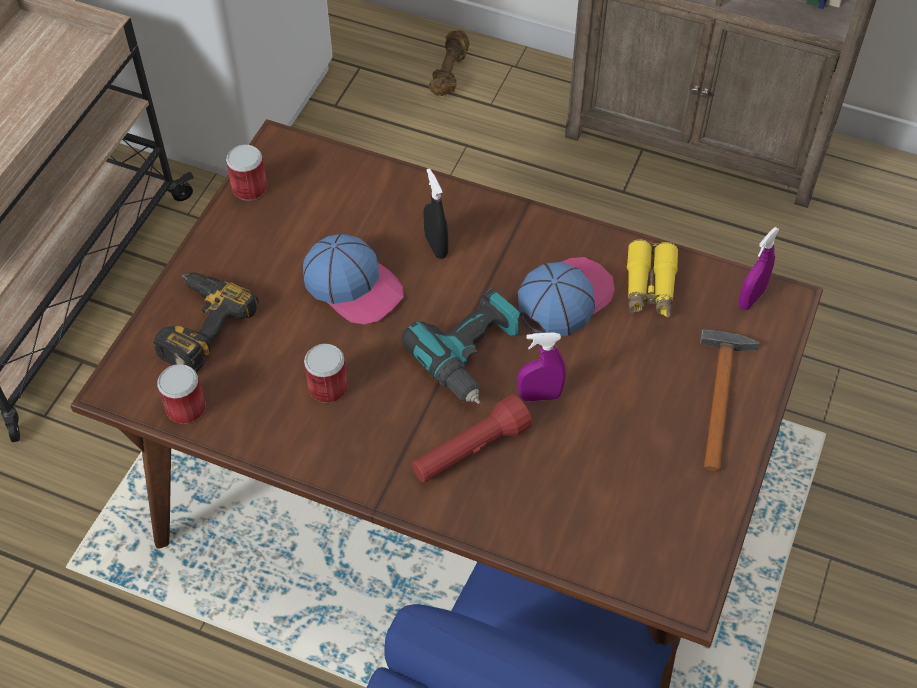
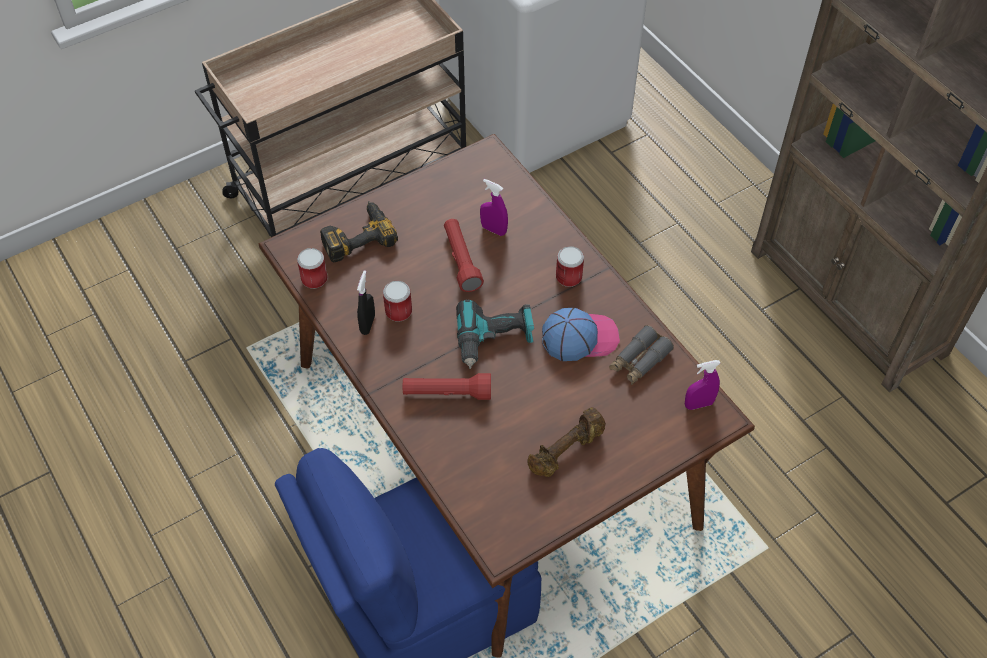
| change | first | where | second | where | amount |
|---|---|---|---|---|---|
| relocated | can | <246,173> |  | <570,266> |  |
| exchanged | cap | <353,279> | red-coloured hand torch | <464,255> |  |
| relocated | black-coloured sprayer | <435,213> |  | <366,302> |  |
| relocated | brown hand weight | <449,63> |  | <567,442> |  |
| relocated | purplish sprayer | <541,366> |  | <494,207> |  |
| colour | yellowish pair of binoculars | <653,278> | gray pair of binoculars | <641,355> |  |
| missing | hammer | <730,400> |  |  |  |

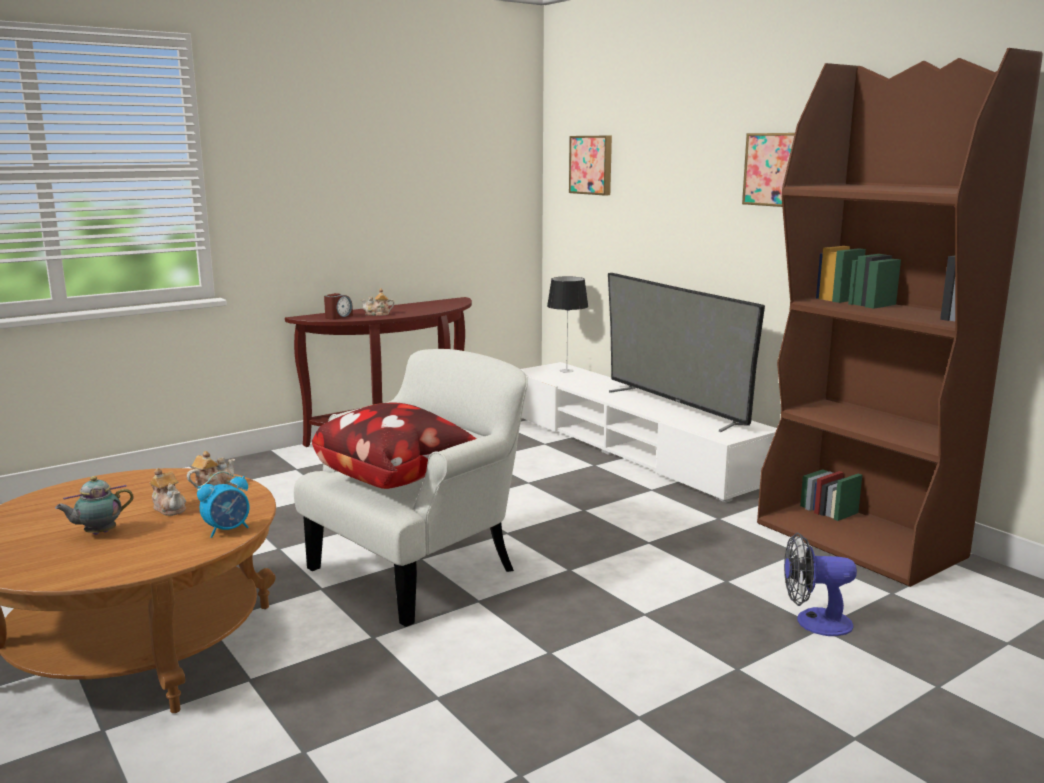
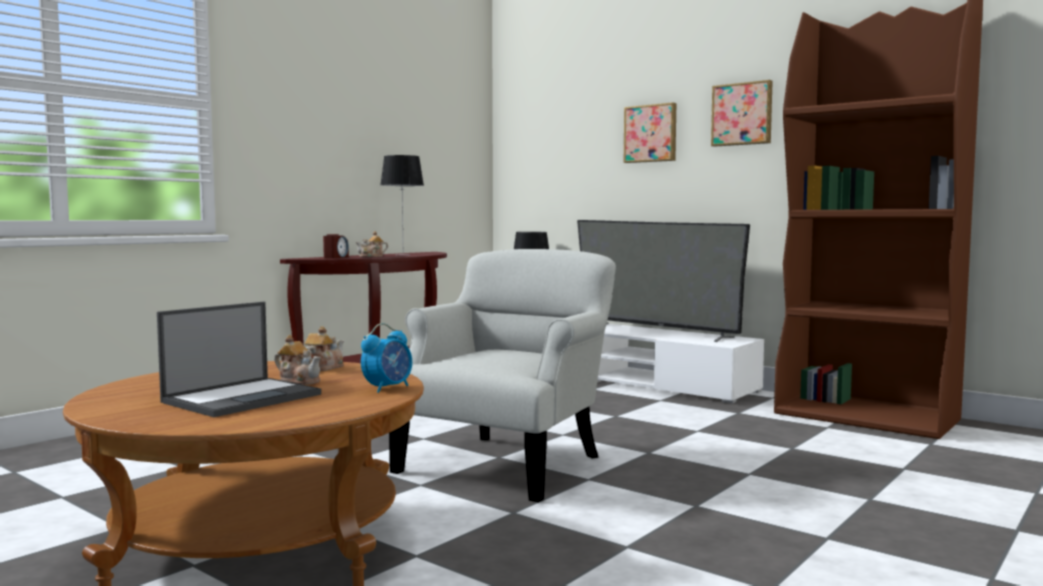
| change | first | where | second | where | amount |
|---|---|---|---|---|---|
| exchanged | pot for tea | <94,505> | portable computer | <239,359> |  |
| missing | cushion | <394,446> |  |  |  |
| relocated | wall art | <590,165> |  | <650,132> |  |
| missing | cooling fan | <820,584> |  |  |  |
| appeared |  |  | tabletop lamp | <402,195> |  |

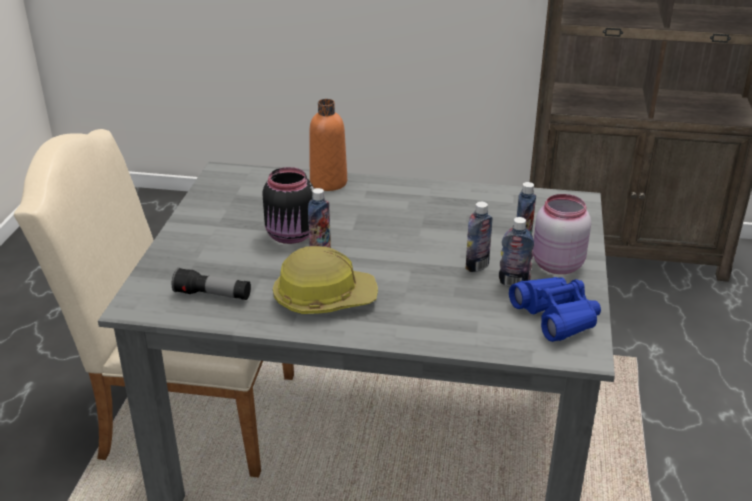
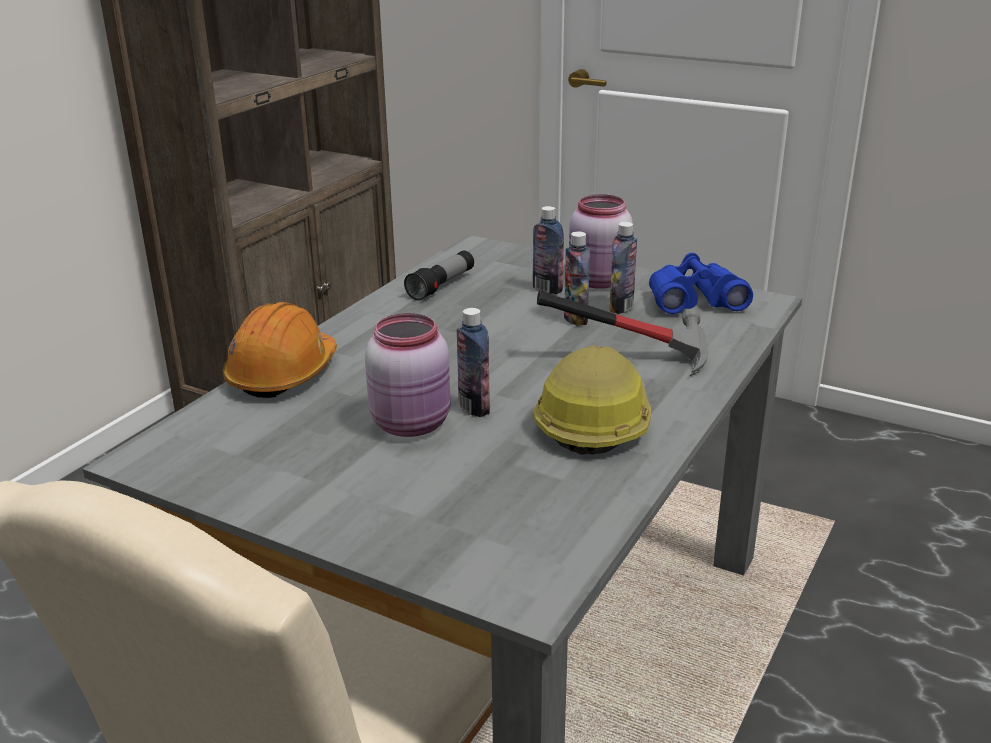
| change | first | where | second | where | amount |
|---|---|---|---|---|---|
| relocated | hand torch | <211,284> |  | <439,275> |  |
| colour | black-coloured storage jar | <288,205> | pink storage jar | <407,375> |  |
| exchanged | orangey bottle | <328,145> | orangey safety helmet | <280,350> |  |
| appeared |  |  | hammer | <622,333> |  |

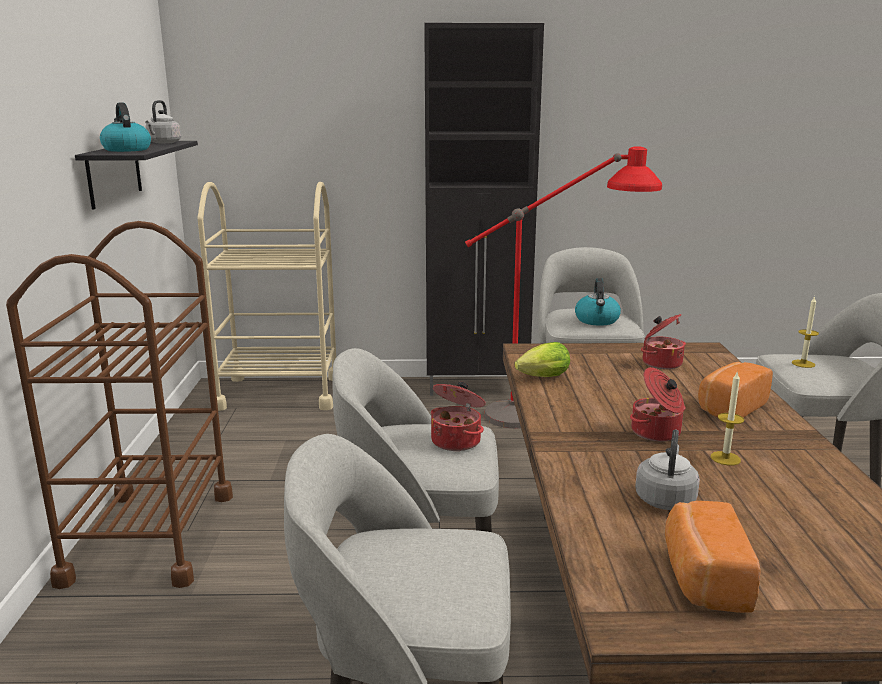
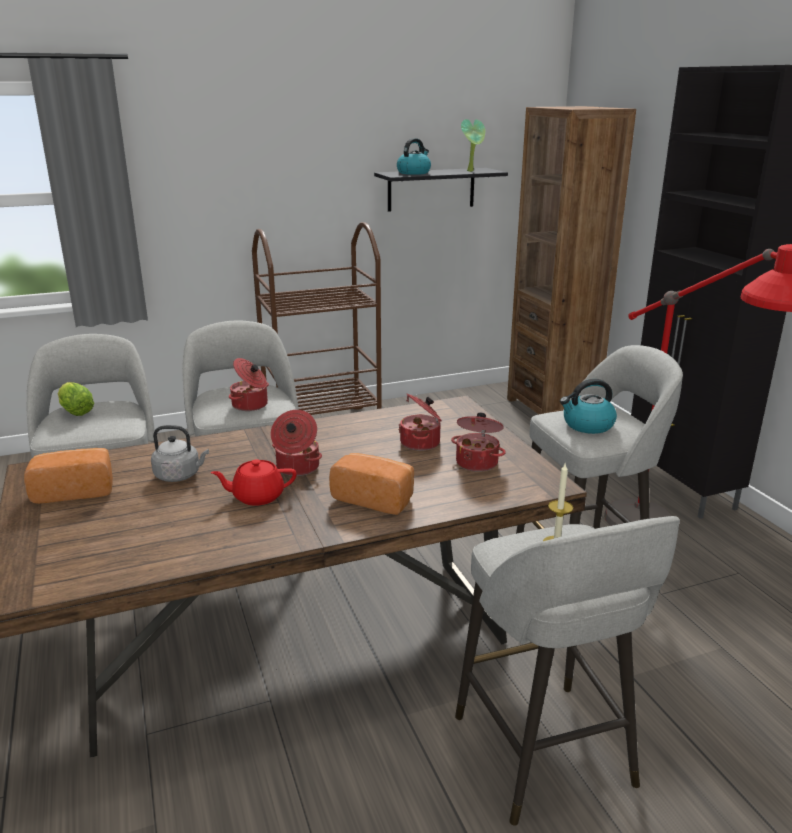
| change | first | where | second | where | amount |
|---|---|---|---|---|---|
| exchanged | gray water kettle | <163,122> | potted plant | <473,145> |  |
| exchanged | beige-coloured trolley | <266,296> | brown bookshelf | <571,260> |  |
| relocated | lettuce | <542,359> |  | <76,399> |  |
| exchanged | wax light | <727,418> | red-coloured pot for tea | <253,482> |  |
| appeared |  |  | saucepot | <420,422> |  |

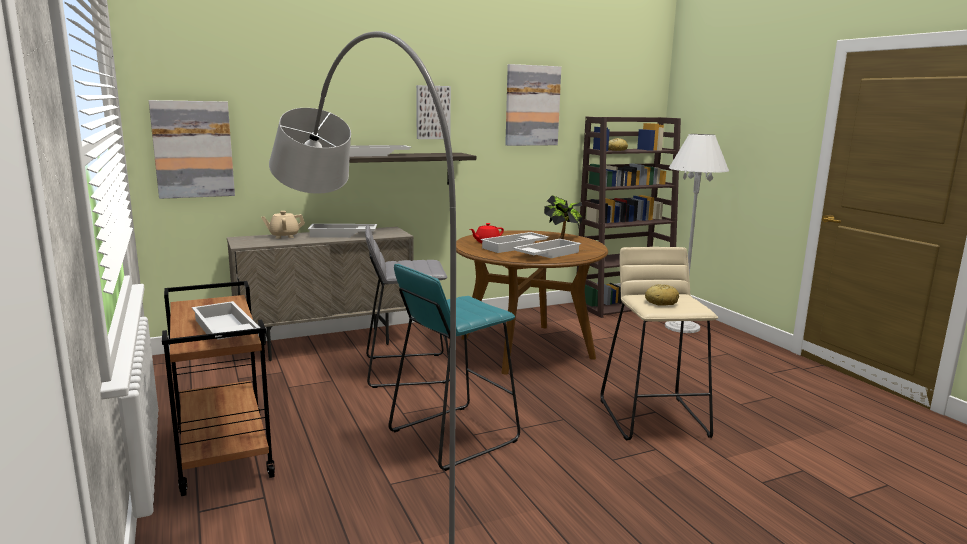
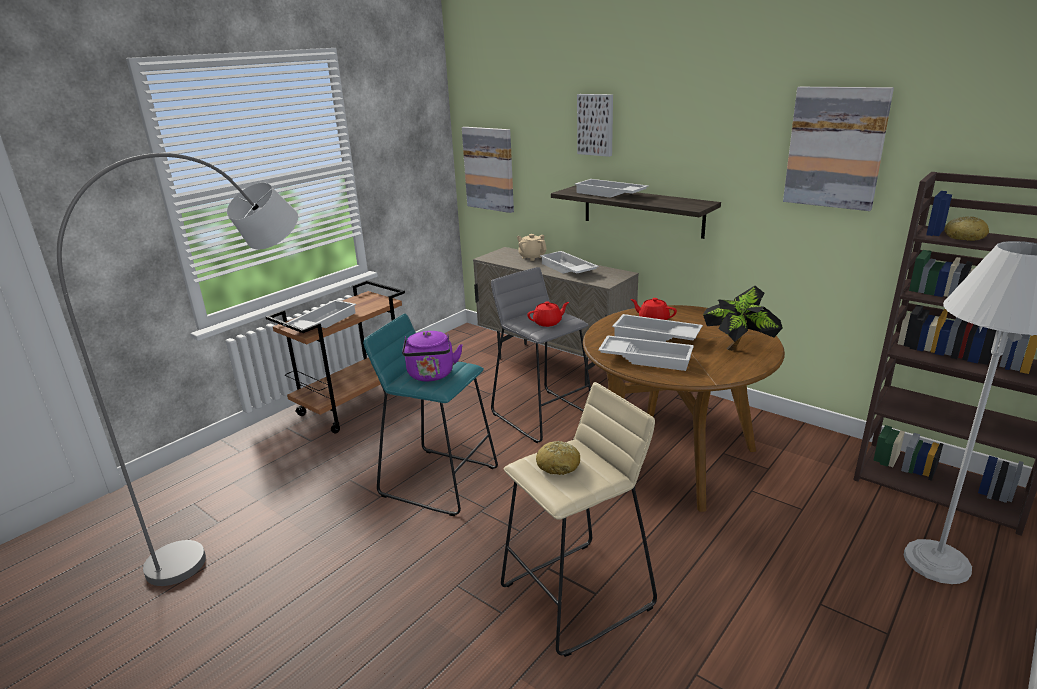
| change | first | where | second | where | amount |
|---|---|---|---|---|---|
| relocated | wall art | <433,112> |  | <595,125> |  |
| appeared |  |  | purplish water kettle | <432,356> |  |
| appeared |  |  | red-coloured pot for tea | <548,314> |  |

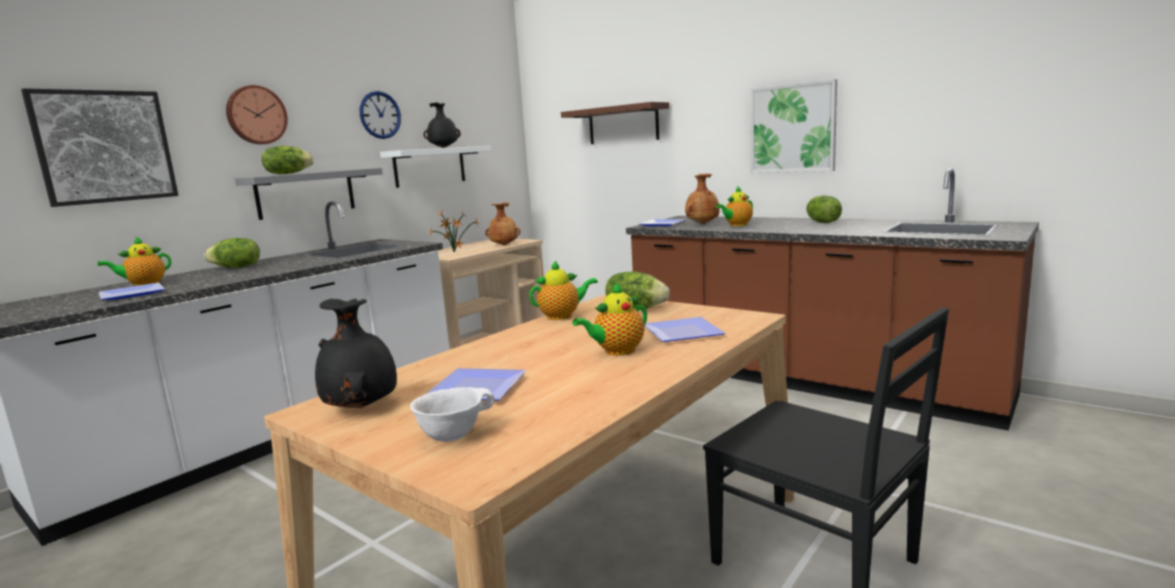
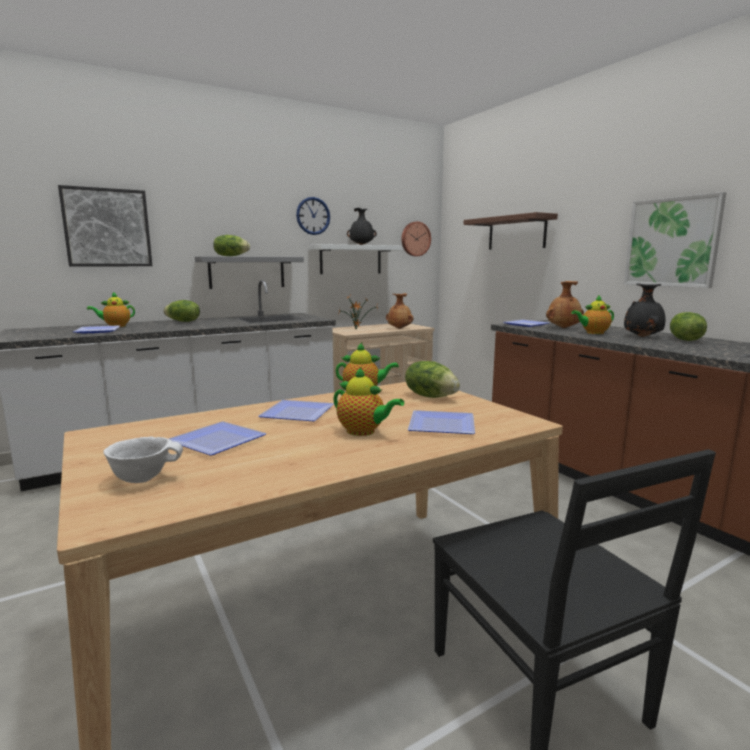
| change | first | where | second | where | amount |
|---|---|---|---|---|---|
| relocated | clock on the wall | <257,114> |  | <416,238> |  |
| relocated | black-coloured vase | <356,353> |  | <645,310> |  |
| spun | pot for tea | <609,319> |  | <368,401> | 135 degrees counterclockwise |
| appeared |  |  | flat dish | <296,410> |  |

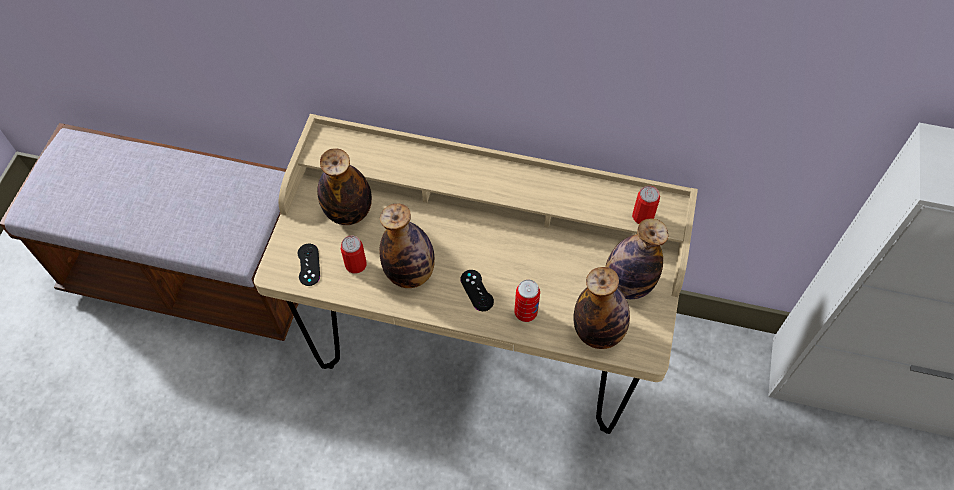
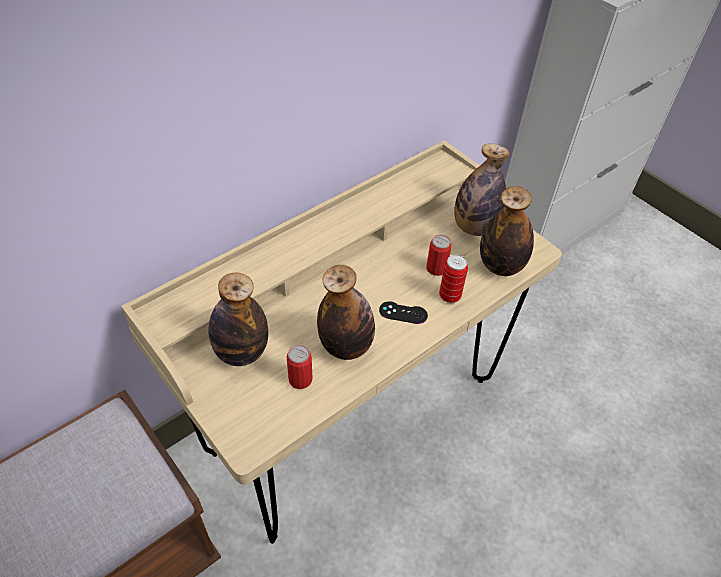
| change | first | where | second | where | amount |
|---|---|---|---|---|---|
| missing | black-coloured joypad | <308,265> |  |  |  |
| relocated | can | <646,205> |  | <438,255> |  |

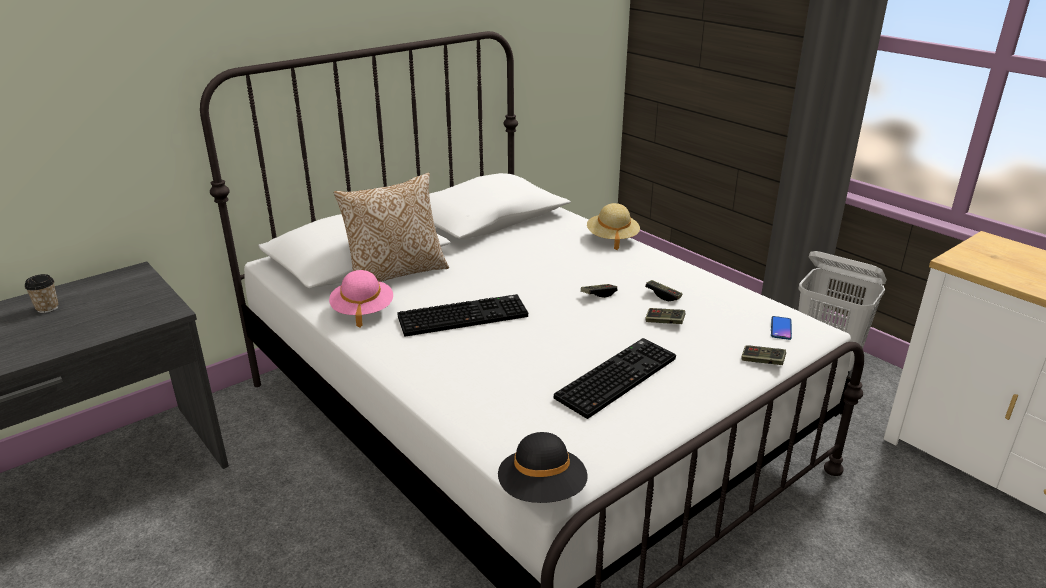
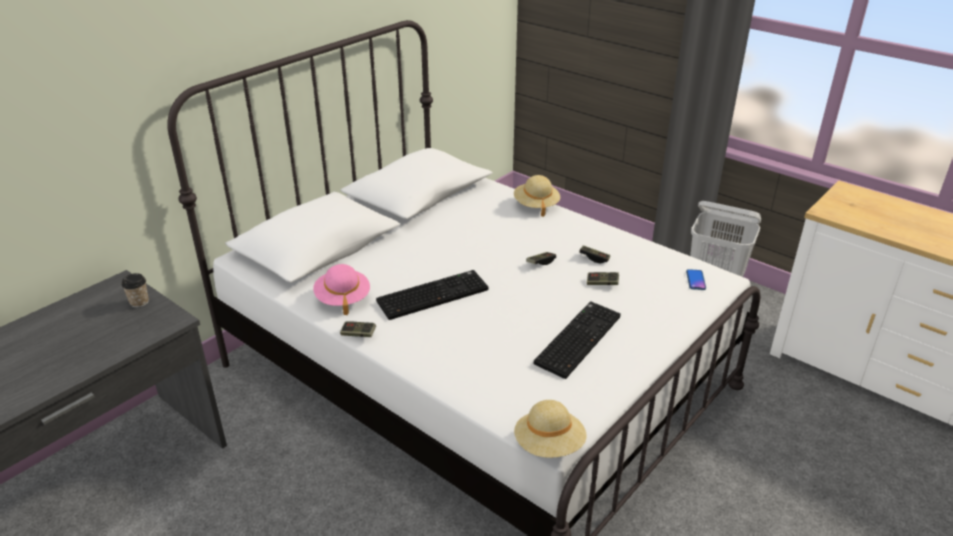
| change | first | where | second | where | amount |
|---|---|---|---|---|---|
| relocated | drinking cup | <41,293> |  | <135,290> |  |
| missing | cushion | <391,227> |  |  |  |
| colour | black-coloured wearable hat | <543,467> | beige-coloured wearable hat | <550,429> |  |
| relocated | joypad | <763,355> |  | <358,329> |  |

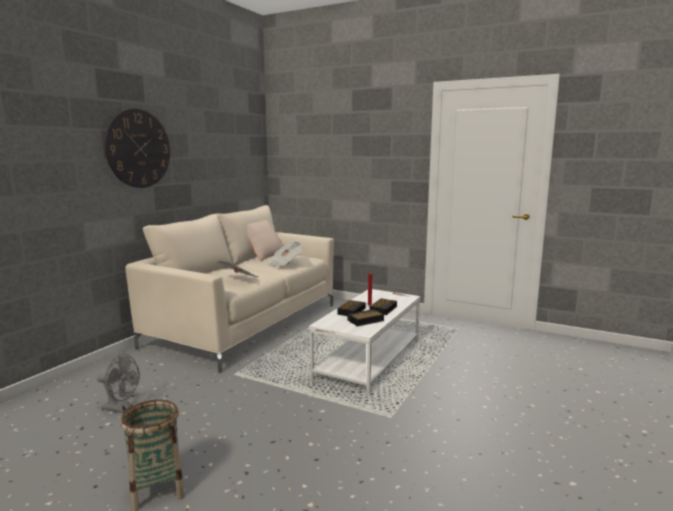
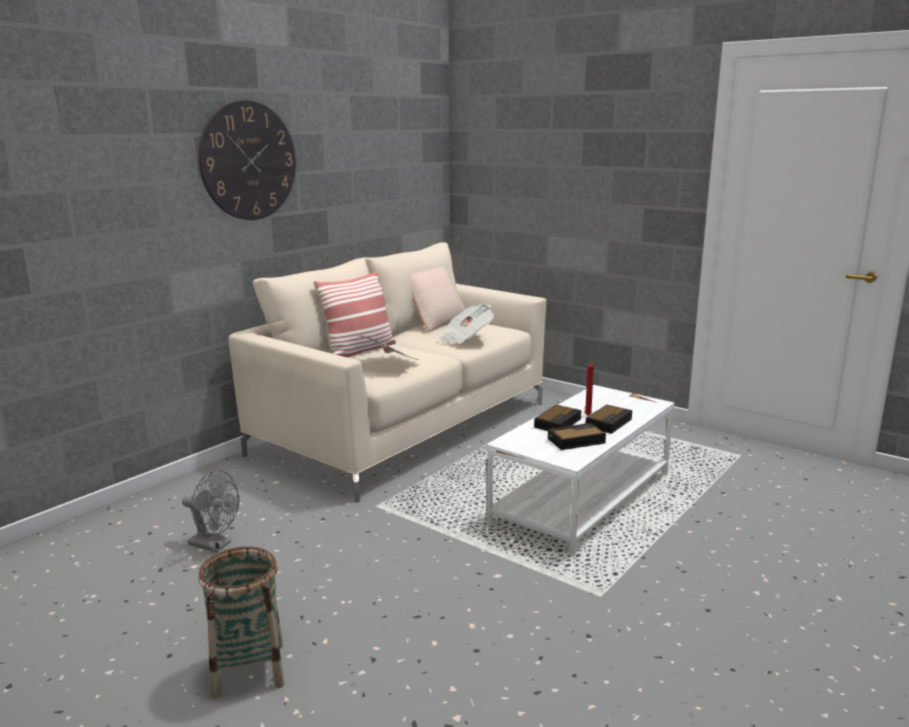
| change | first | where | second | where | amount |
|---|---|---|---|---|---|
| appeared |  |  | cushion | <354,314> |  |

